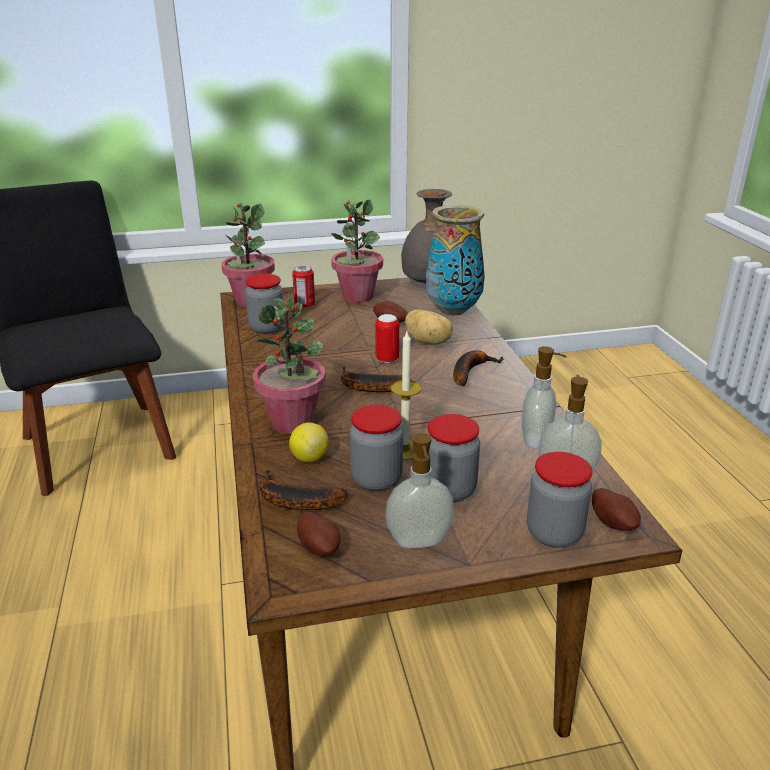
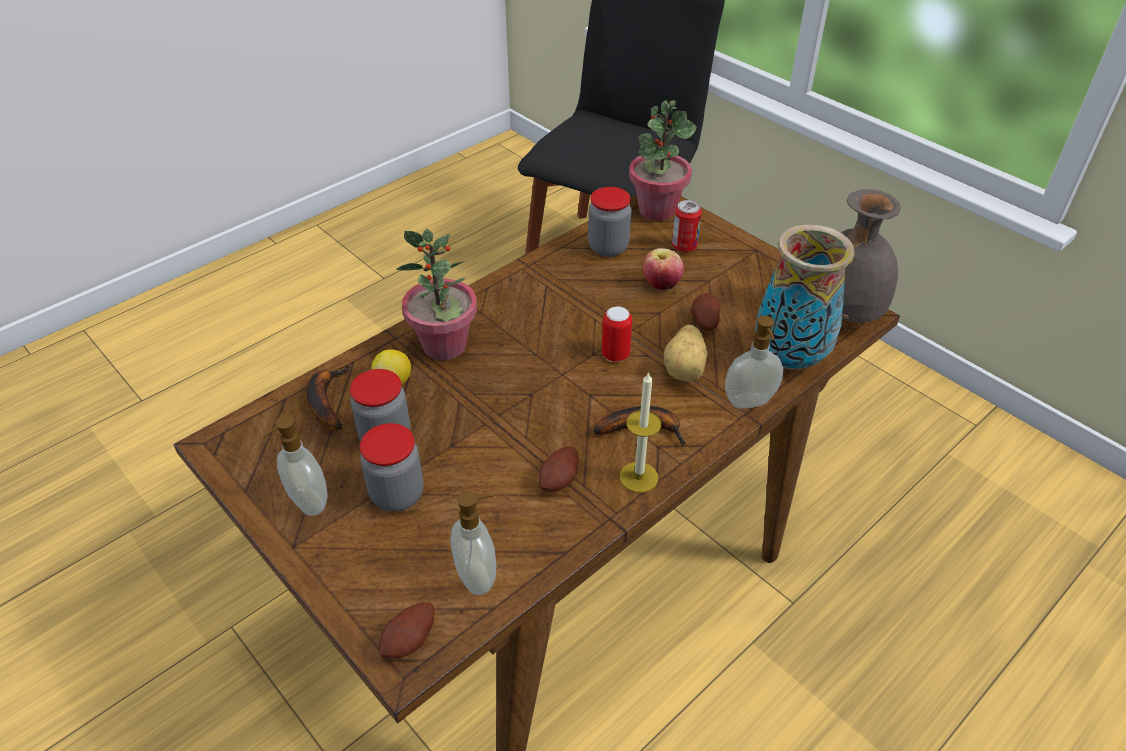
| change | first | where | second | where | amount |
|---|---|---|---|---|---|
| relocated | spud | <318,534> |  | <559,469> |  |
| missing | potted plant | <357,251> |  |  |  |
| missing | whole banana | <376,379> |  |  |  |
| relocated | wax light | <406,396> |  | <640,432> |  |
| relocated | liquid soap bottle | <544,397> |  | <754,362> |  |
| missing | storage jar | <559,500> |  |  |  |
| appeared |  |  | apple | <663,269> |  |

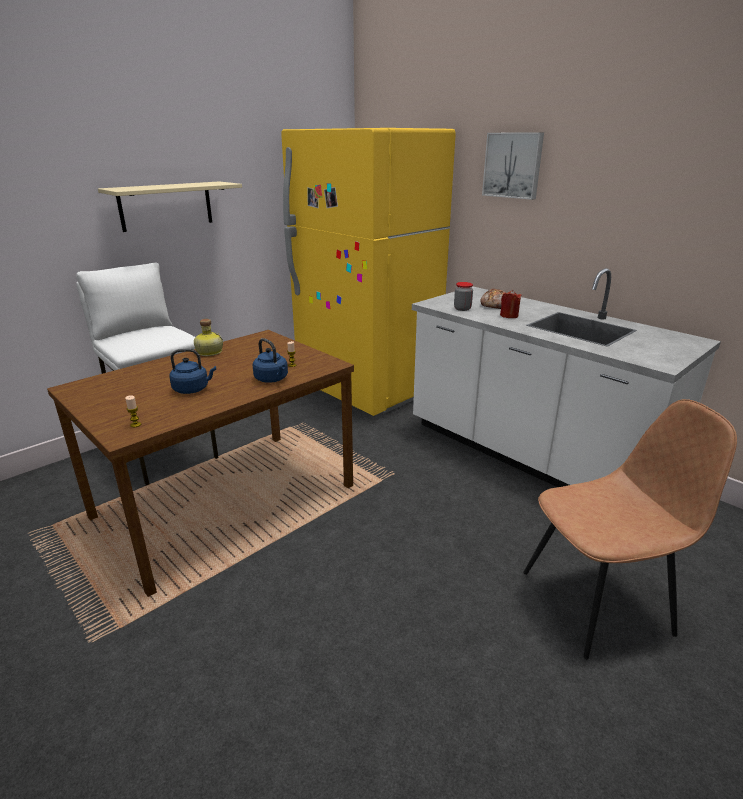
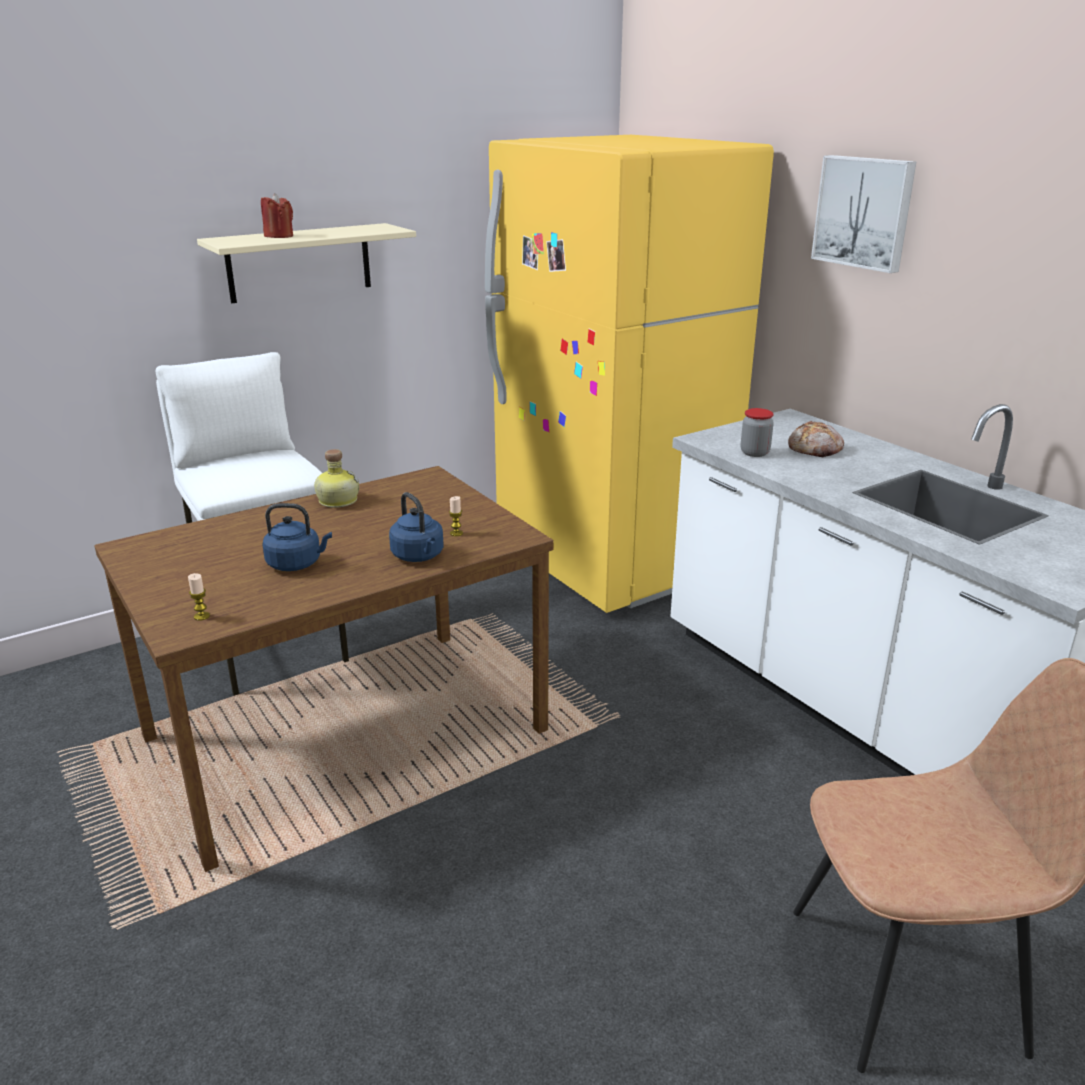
| change | first | where | second | where | amount |
|---|---|---|---|---|---|
| relocated | red-coloured wax light | <510,304> |  | <277,215> |  |

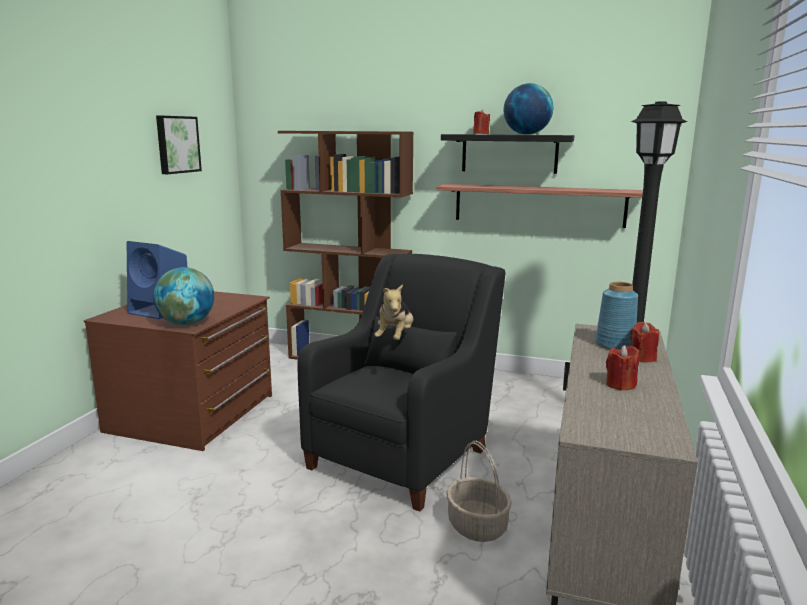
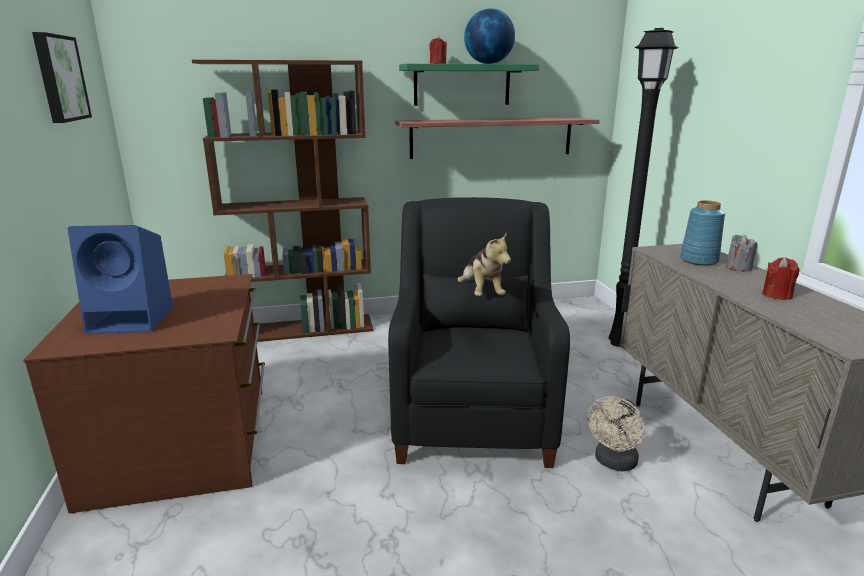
| change | first | where | second | where | amount |
|---|---|---|---|---|---|
| missing | globe | <183,296> |  |  |  |
| colour | black-coloured shelf | <507,154> | green shelf | <469,85> |  |
| exchanged | storage basket | <479,491> | beige-coloured cooling fan | <617,433> |  |
| colour | red-coloured wax light | <644,342> | gray wax light | <741,253> |  |

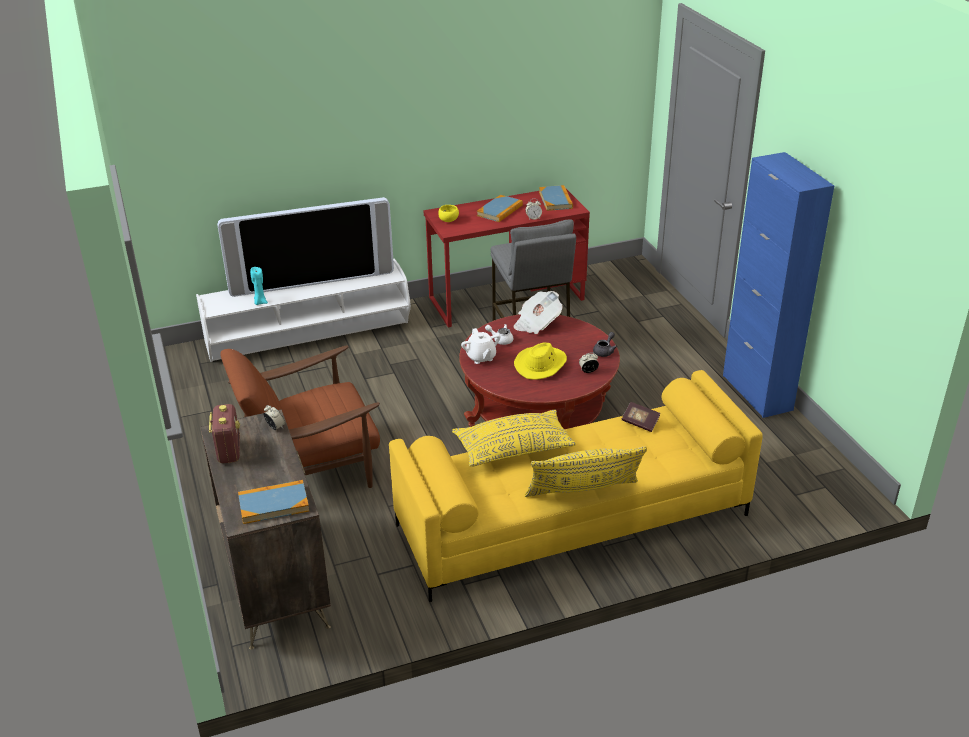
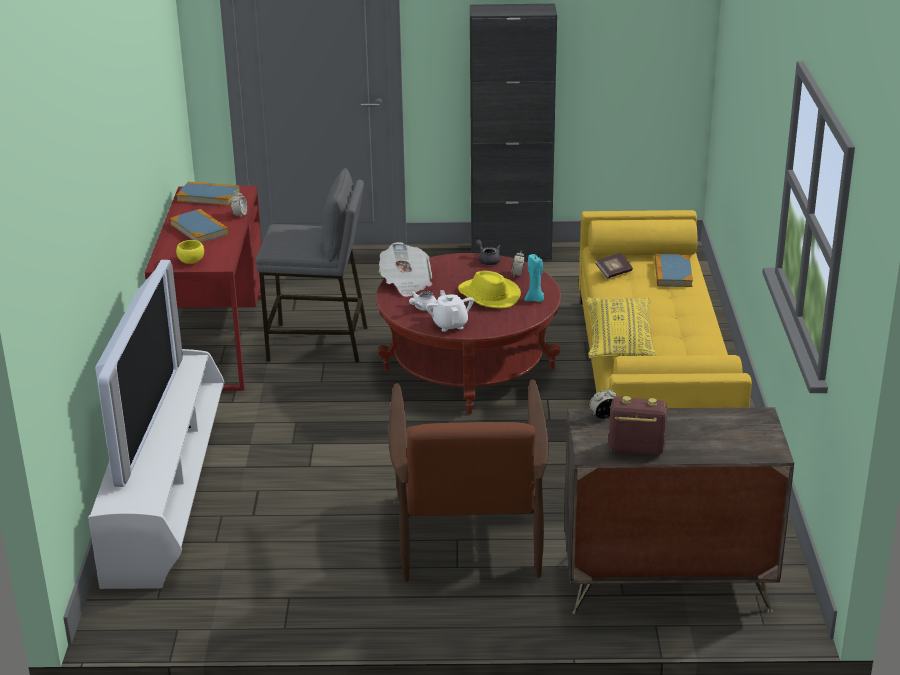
| change | first | where | second | where | amount |
|---|---|---|---|---|---|
| relocated | bound book | <273,502> |  | <673,270> |  |
| relocated | blue-green wax light | <259,286> |  | <534,278> |  |
| spun | white pot for tea | <481,346> |  | <450,311> | 105 degrees counterclockwise |
| missing | yellowish cushion | <586,471> |  |  |  |
| colour | bluish storage cabinet | <778,285> | black-coloured storage cabinet | <513,131> |  |

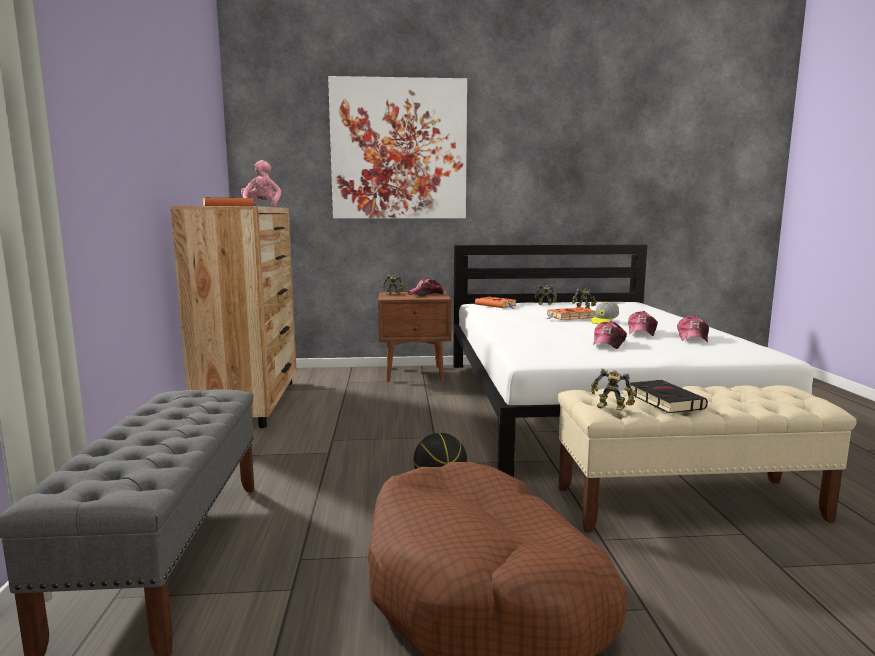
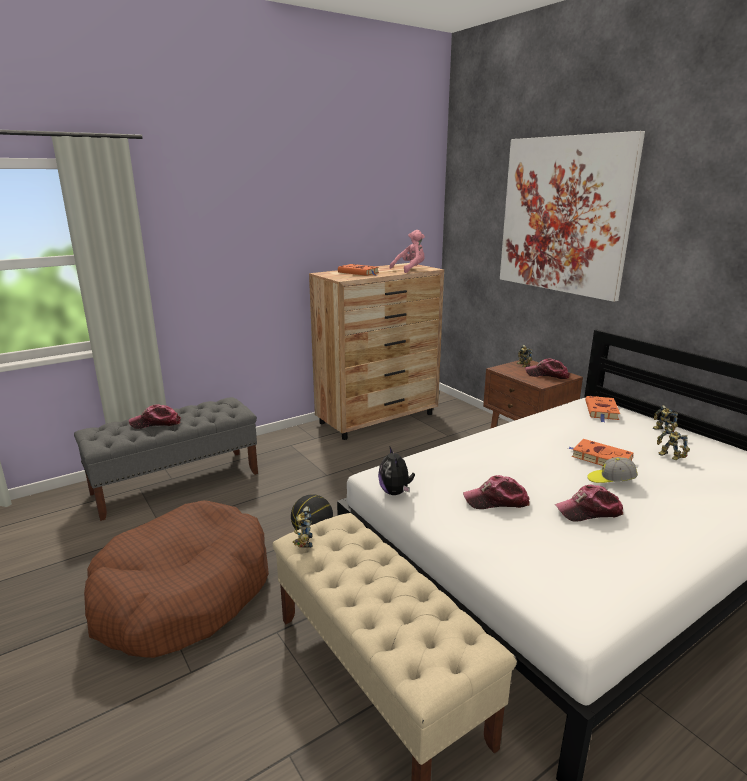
| change | first | where | second | where | amount |
|---|---|---|---|---|---|
| missing | black-coloured bound book | <669,396> |  |  |  |
| relocated | cap | <693,329> |  | <155,416> |  |
| appeared |  |  | soft toy | <396,471> |  |

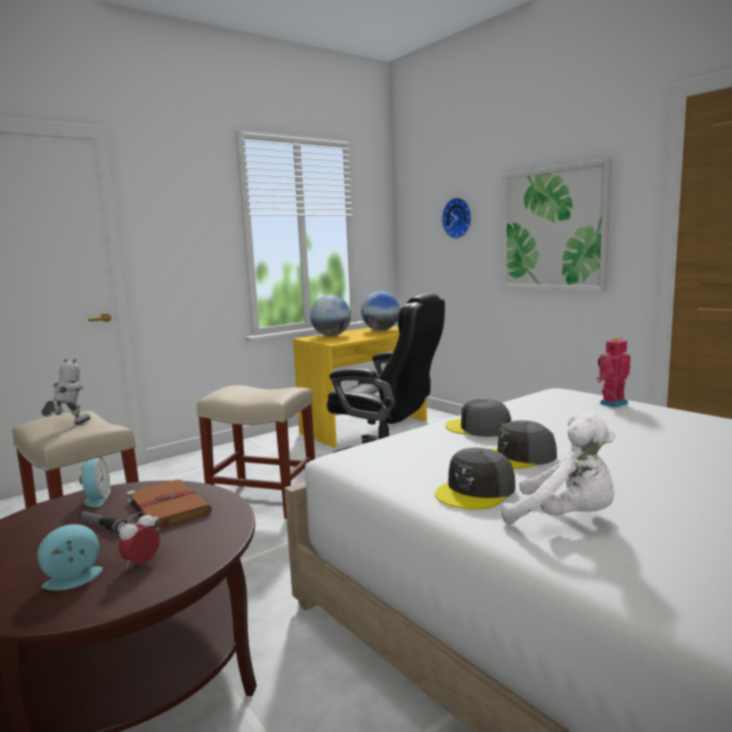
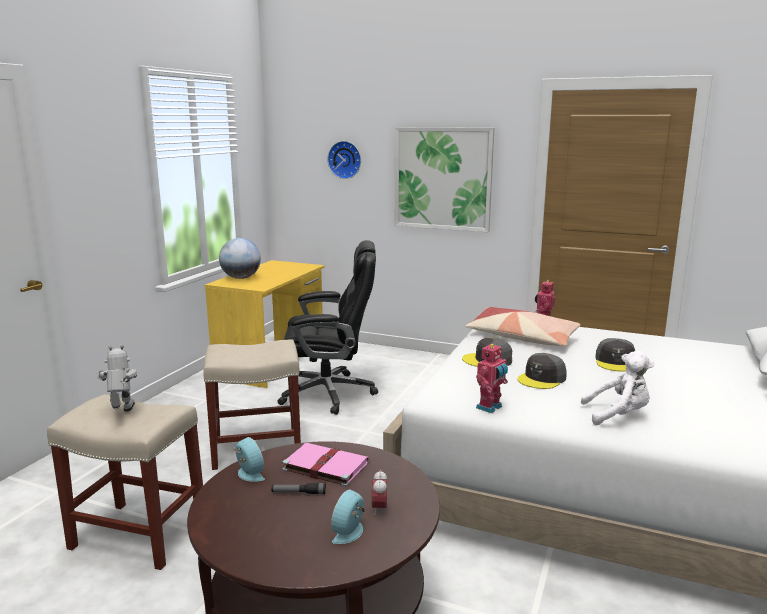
| change | first | where | second | where | amount |
|---|---|---|---|---|---|
| colour | brown bound book | <169,505> | pink bound book | <325,465> |  |
| missing | globe | <380,311> |  |  |  |
| relocated | gray cap | <475,478> |  | <615,355> |  |
| appeared |  |  | cushion | <523,326> |  |
| appeared |  |  | toy robot | <492,378> |  |

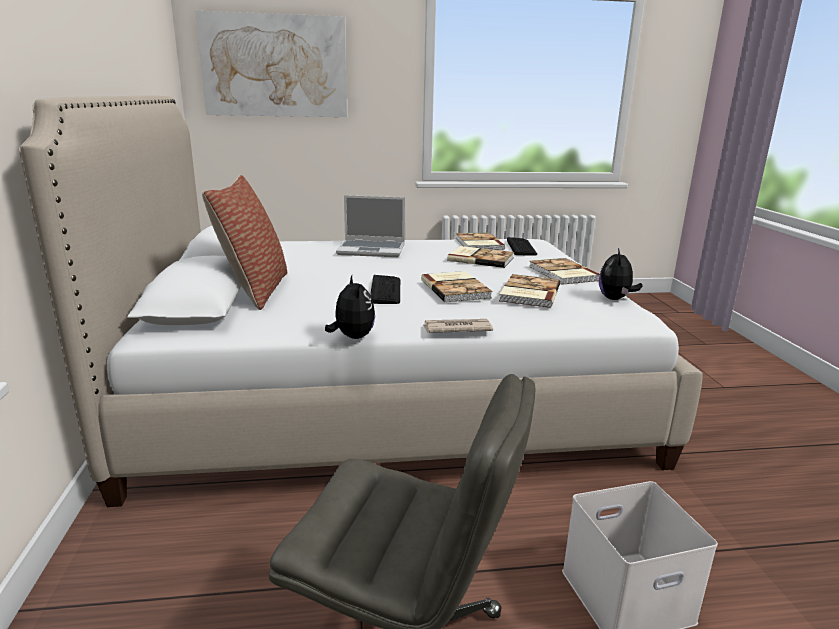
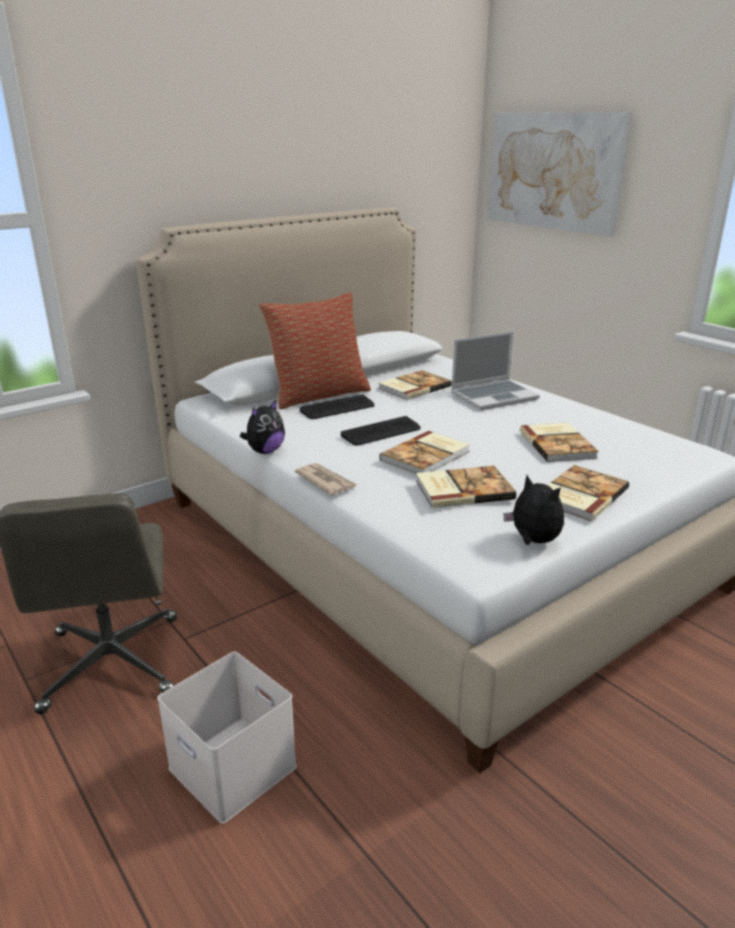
| change | first | where | second | where | amount |
|---|---|---|---|---|---|
| spun | portable computer | <370,226> |  | <495,370> | 90 degrees counterclockwise |
| relocated | bound book | <480,241> |  | <415,385> |  |
| relocated | PC keyboard | <522,246> |  | <337,406> |  |
| spun | soft toy | <620,274> |  | <533,510> | 60 degrees clockwise |

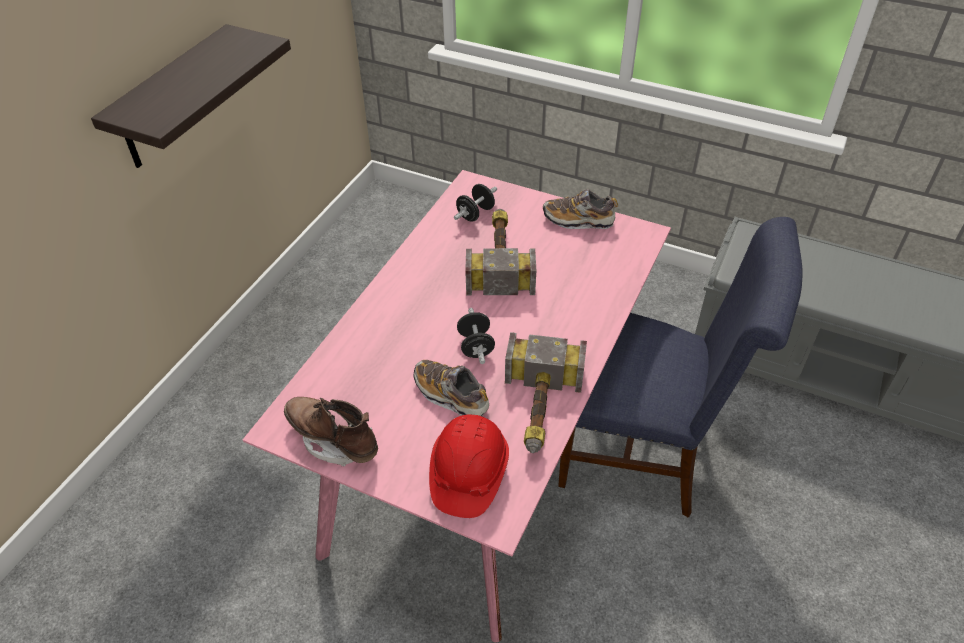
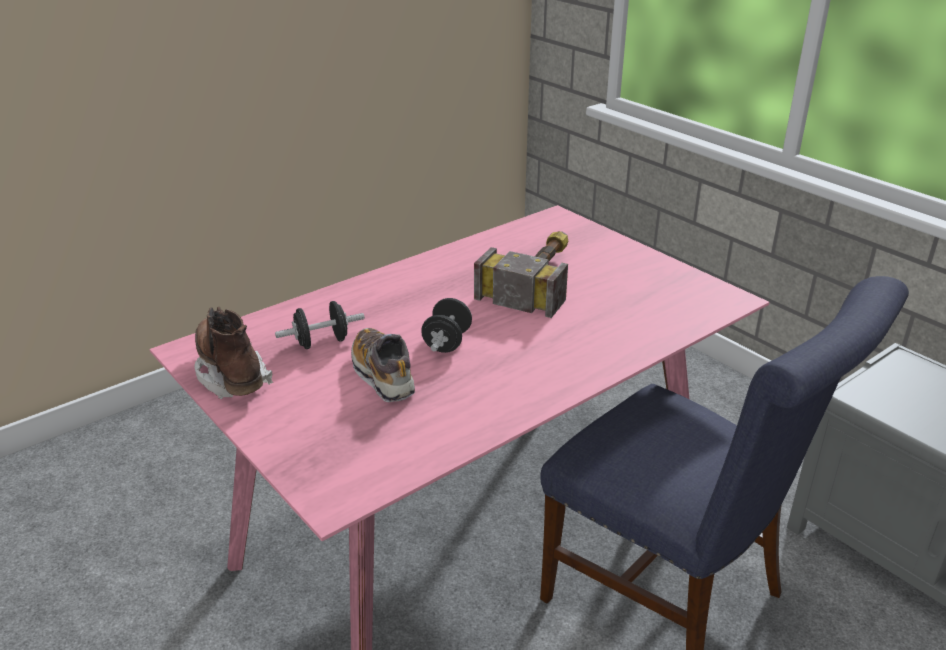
| change | first | where | second | where | amount |
|---|---|---|---|---|---|
| missing | shelf | <191,96> |  |  |  |
| missing | red-coloured safety helmet | <469,466> |  |  |  |
| relocated | black-coloured hand weight | <475,203> |  | <320,325> |  |
| missing | hammer | <546,392> |  |  |  |
| missing | shoe | <580,209> |  |  |  |

